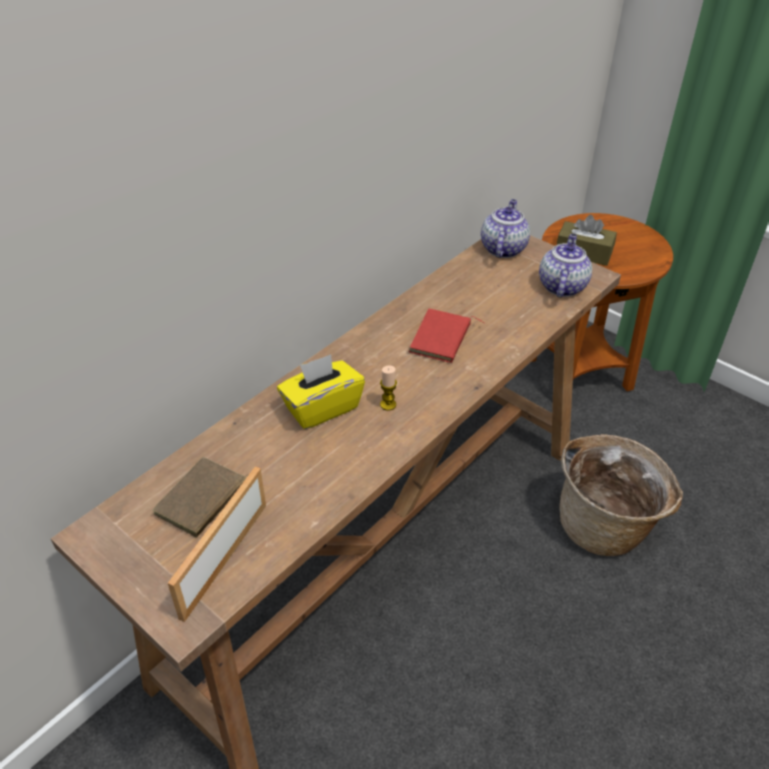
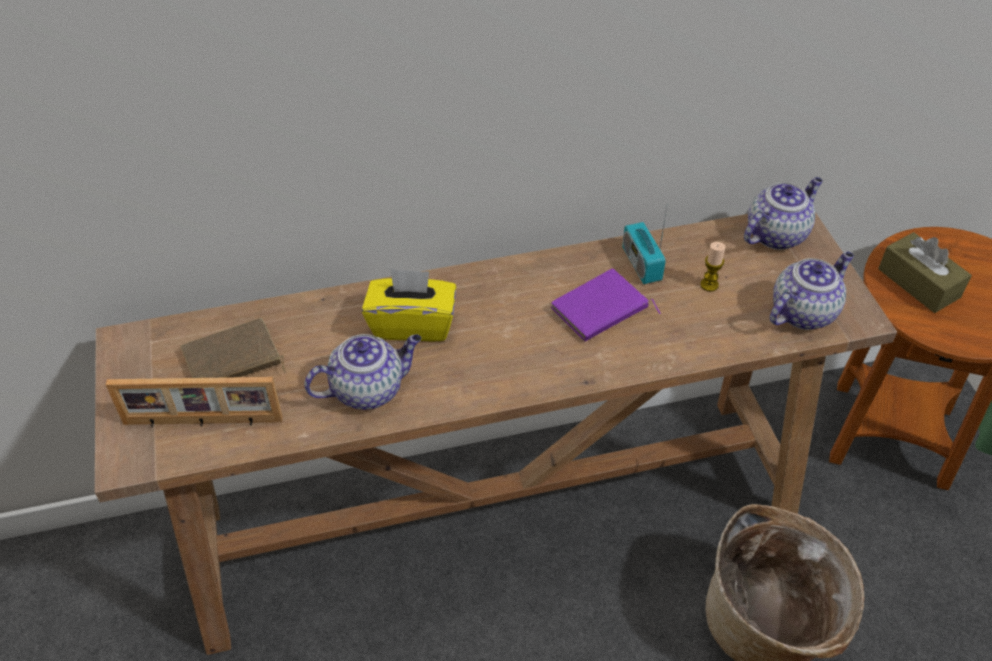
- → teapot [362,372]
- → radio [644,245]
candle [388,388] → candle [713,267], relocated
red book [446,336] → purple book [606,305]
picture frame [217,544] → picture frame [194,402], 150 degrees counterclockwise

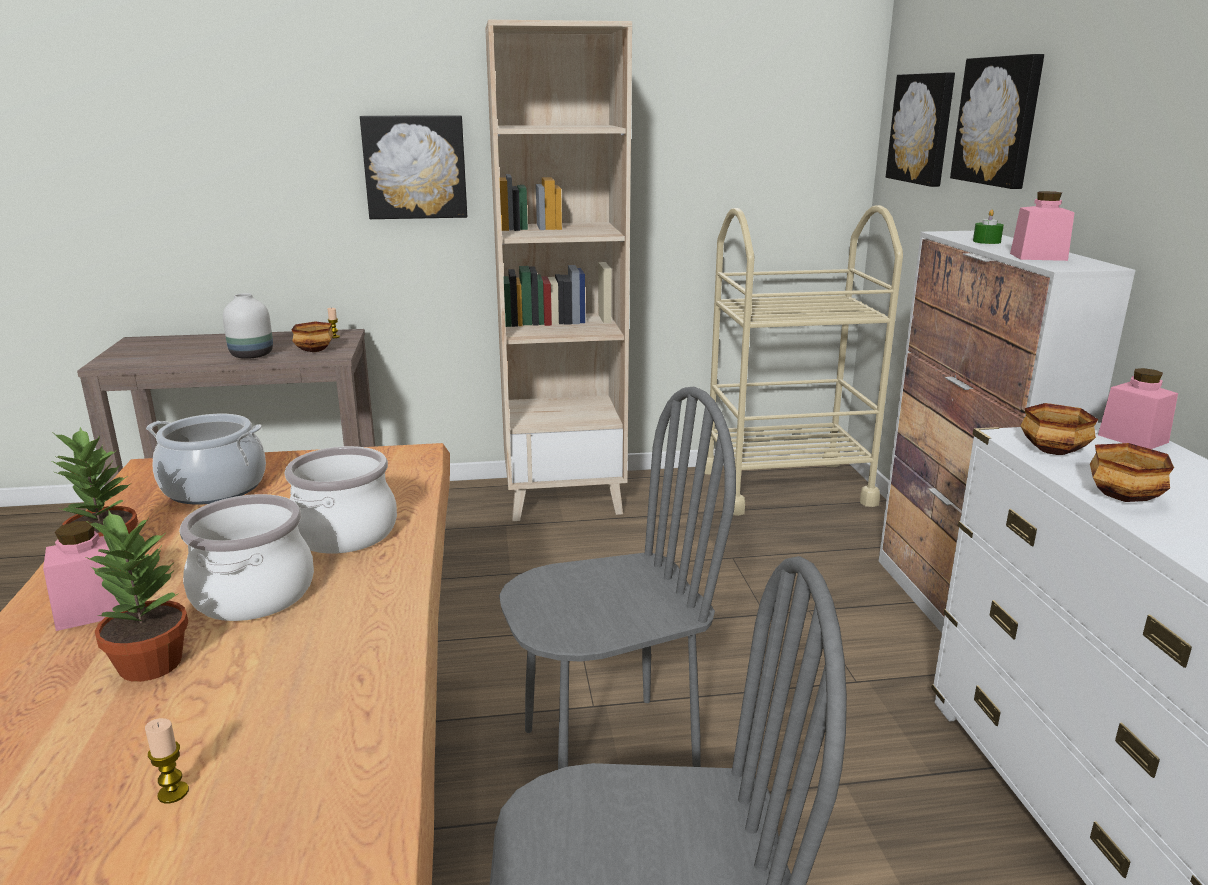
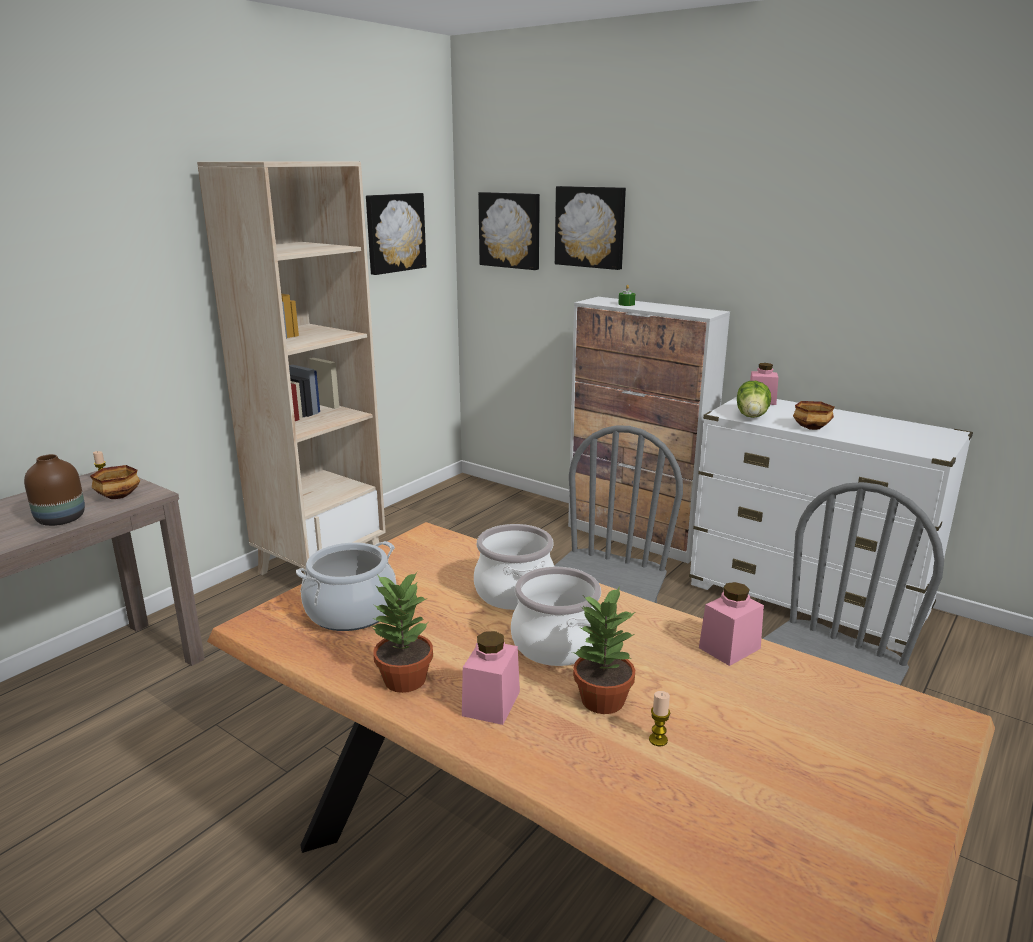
beige cart [803,360] → -
candle [167,760] → candle [659,718], relocated
picture [413,167] → picture [396,234], relocated
pink jar [1042,226] → pink jar [731,624], relocated
bowl [1059,429] → lettuce [754,399]
white vase [248,326] → brown vase [54,490]

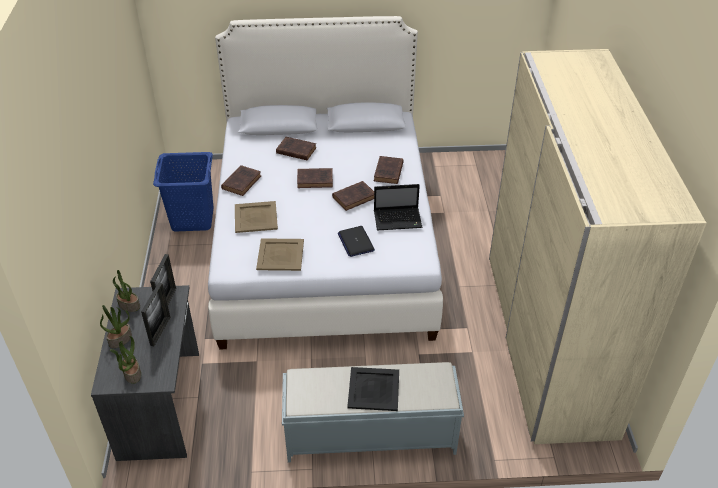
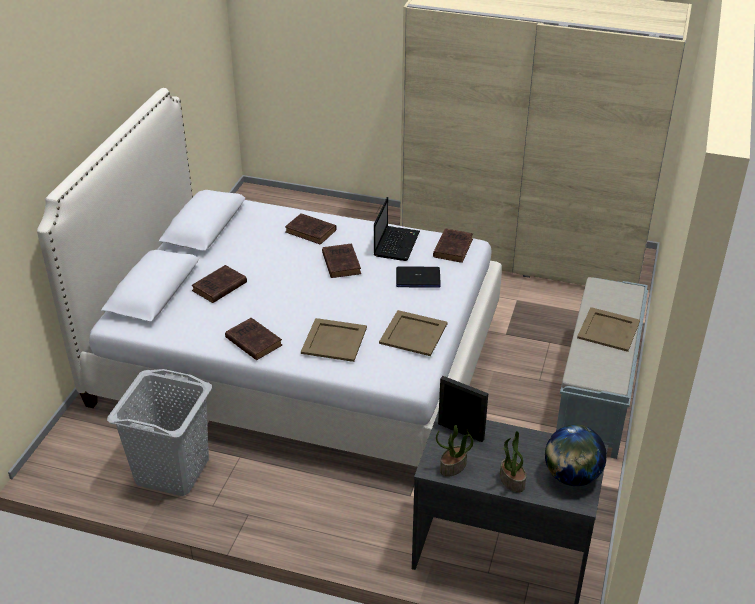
picture frame [155,314] → -
brown book [315,178] → brown book [453,246], relocated
potted plant [125,360] → globe [576,455]
blue laundry basket [183,192] → grey laundry basket [159,432]
black tray [373,389] → beige tray [608,329]

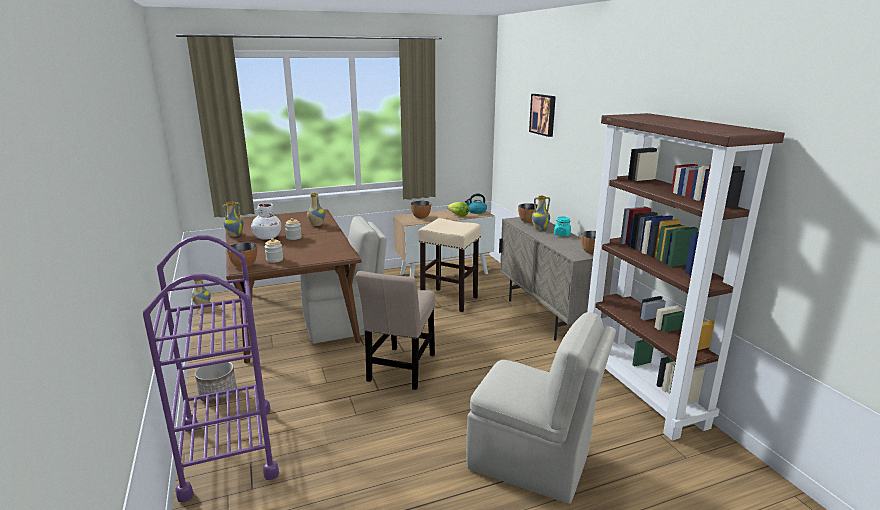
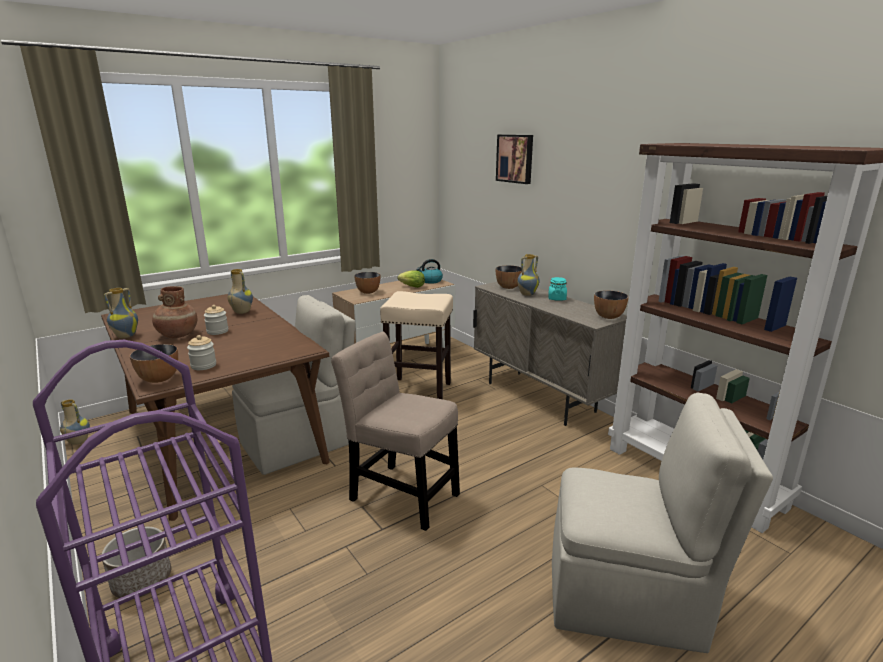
white vase [266,221] → brown vase [174,312]
beige chair [395,330] → beige chair [395,431], 120 degrees clockwise

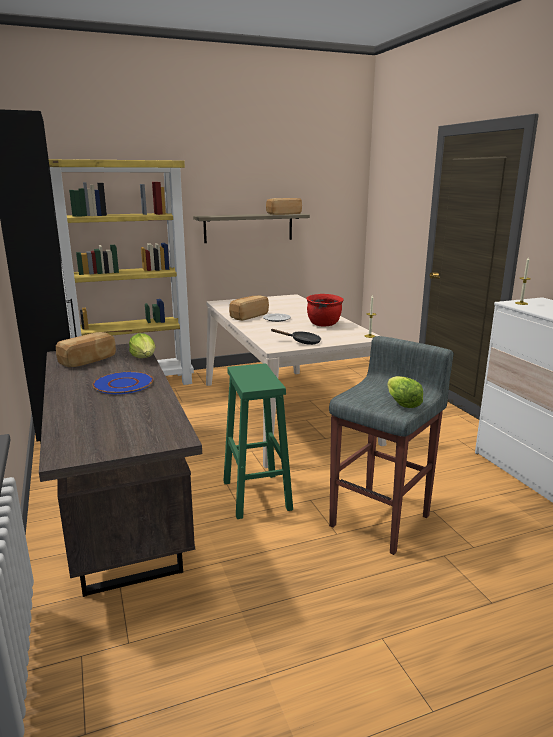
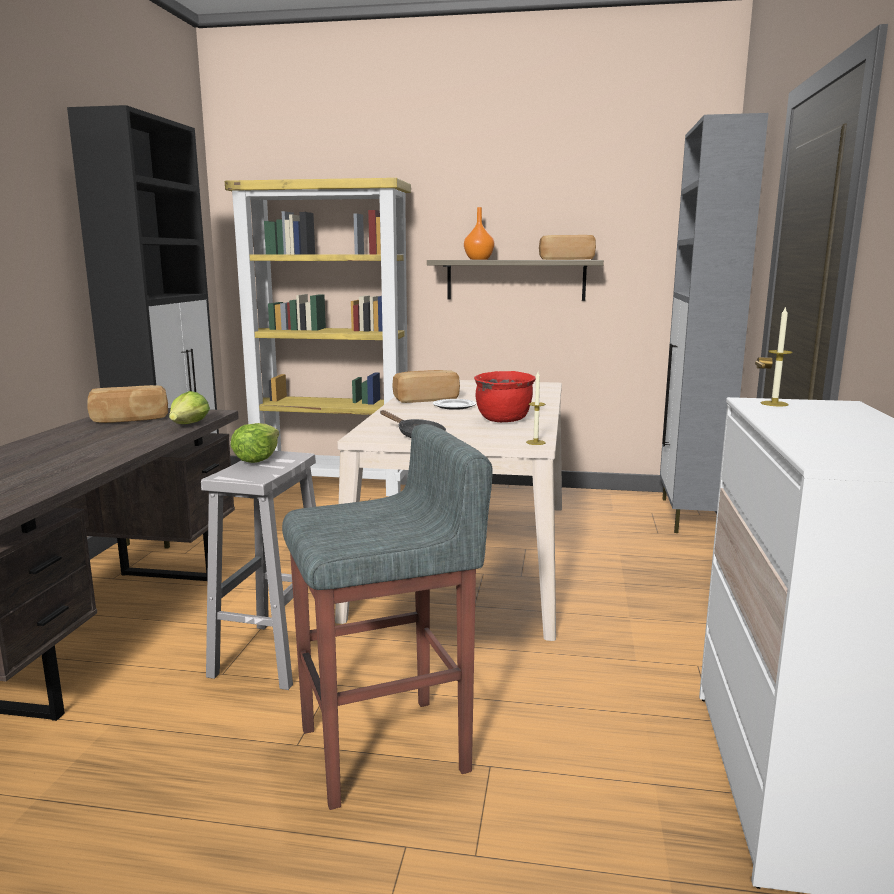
blue plate [123,383] → -
- → orange vase [479,233]
- → grey cabinet [714,323]
lettuce [405,392] → lettuce [254,443], relocated
green stool [258,441] → white stool [258,570]

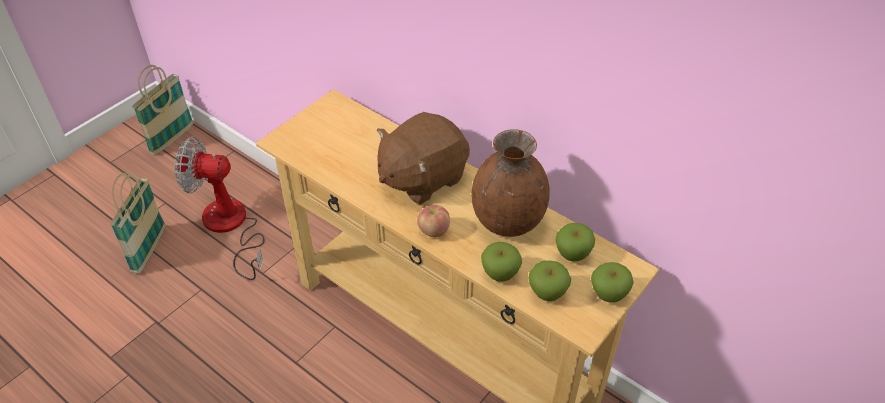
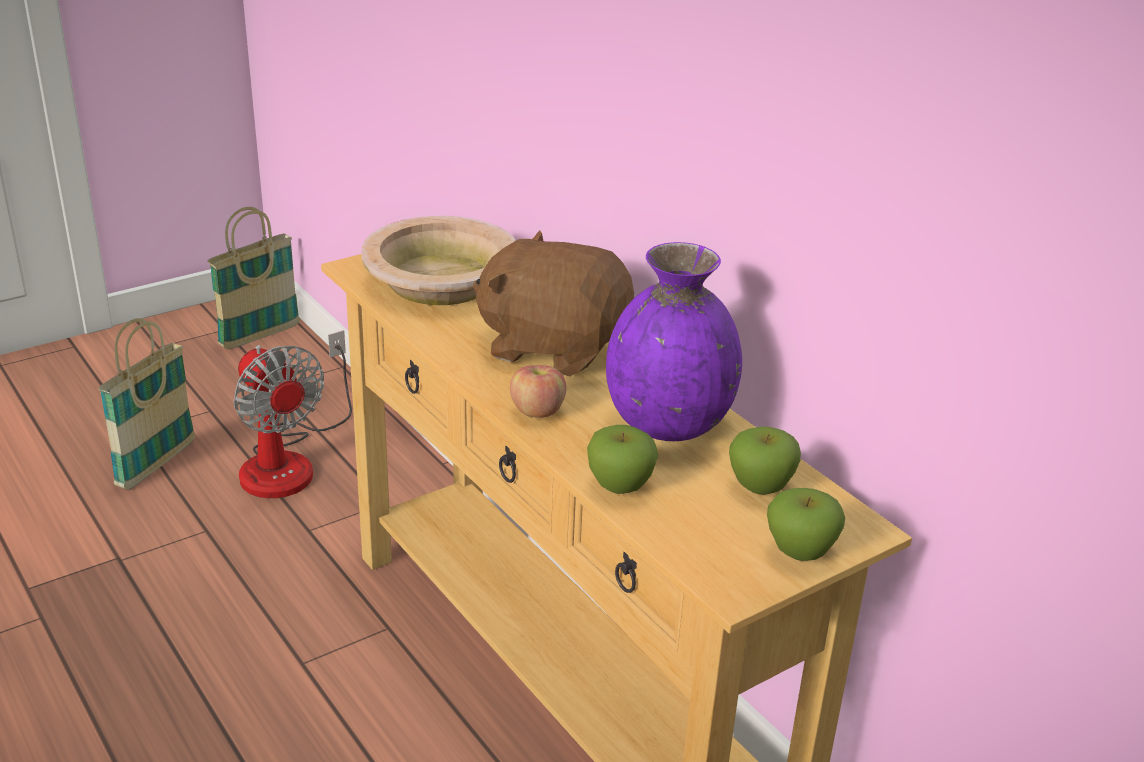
apple [549,280] → -
- → beige bowl [439,260]
brown vase [510,183] → purple vase [674,341]
fan [219,208] → fan [292,414], 150 degrees counterclockwise
brown plush toy [423,158] → brown plush toy [553,303], 45 degrees clockwise

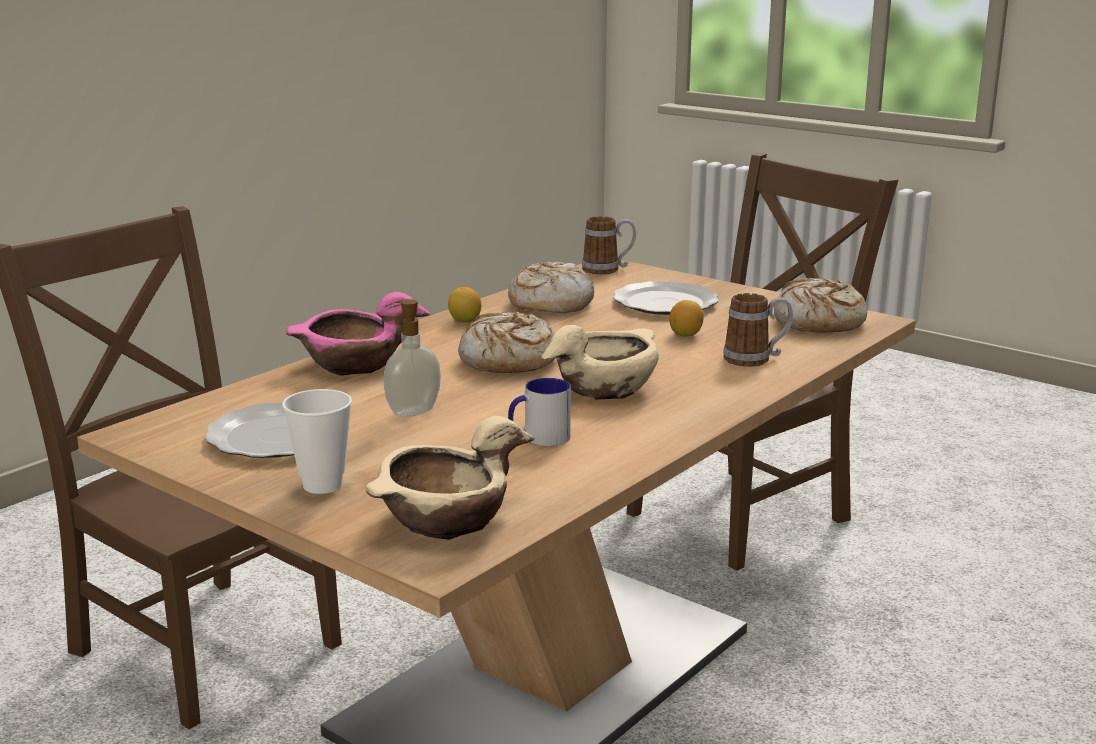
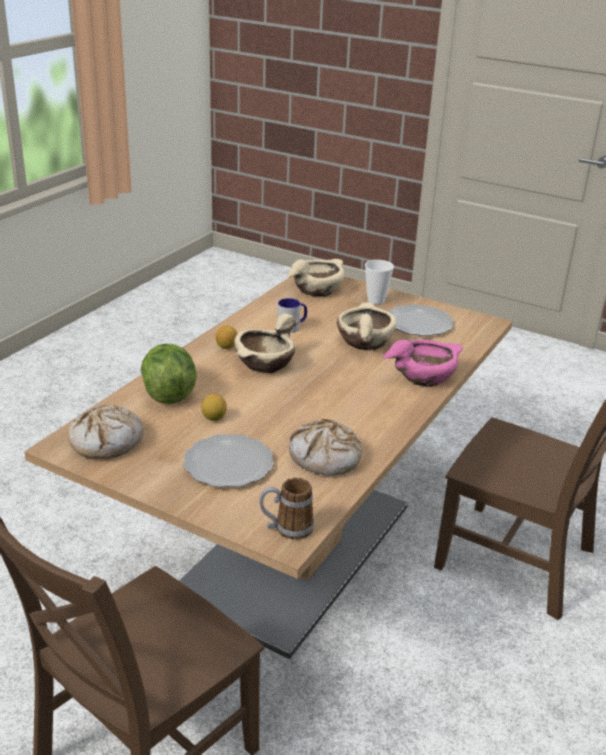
bread [506,342] → -
lemon [464,304] → lemon [226,337], relocated
soap dispenser [412,358] → beige bowl [366,326]
mug [758,330] → lettuce [169,374]

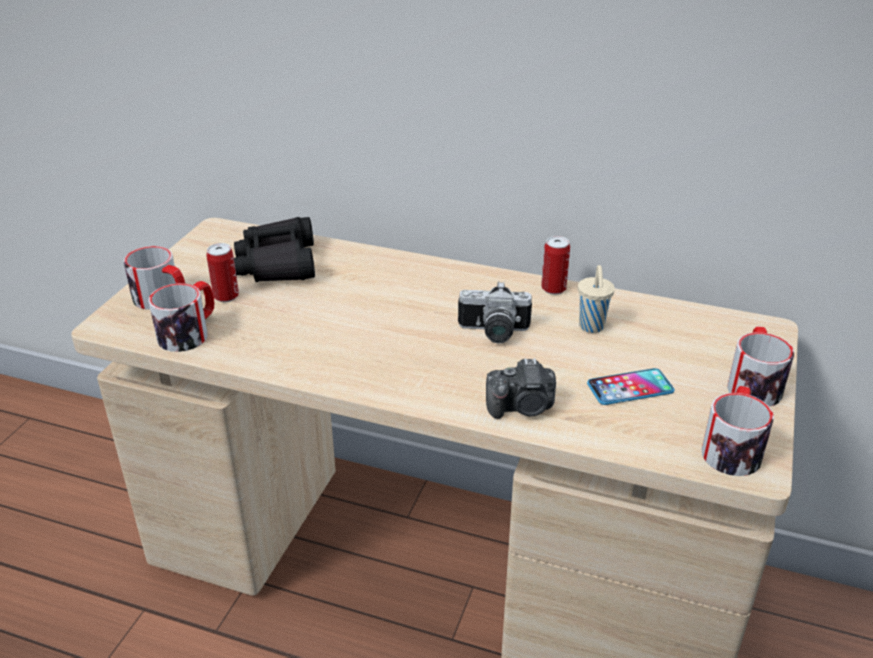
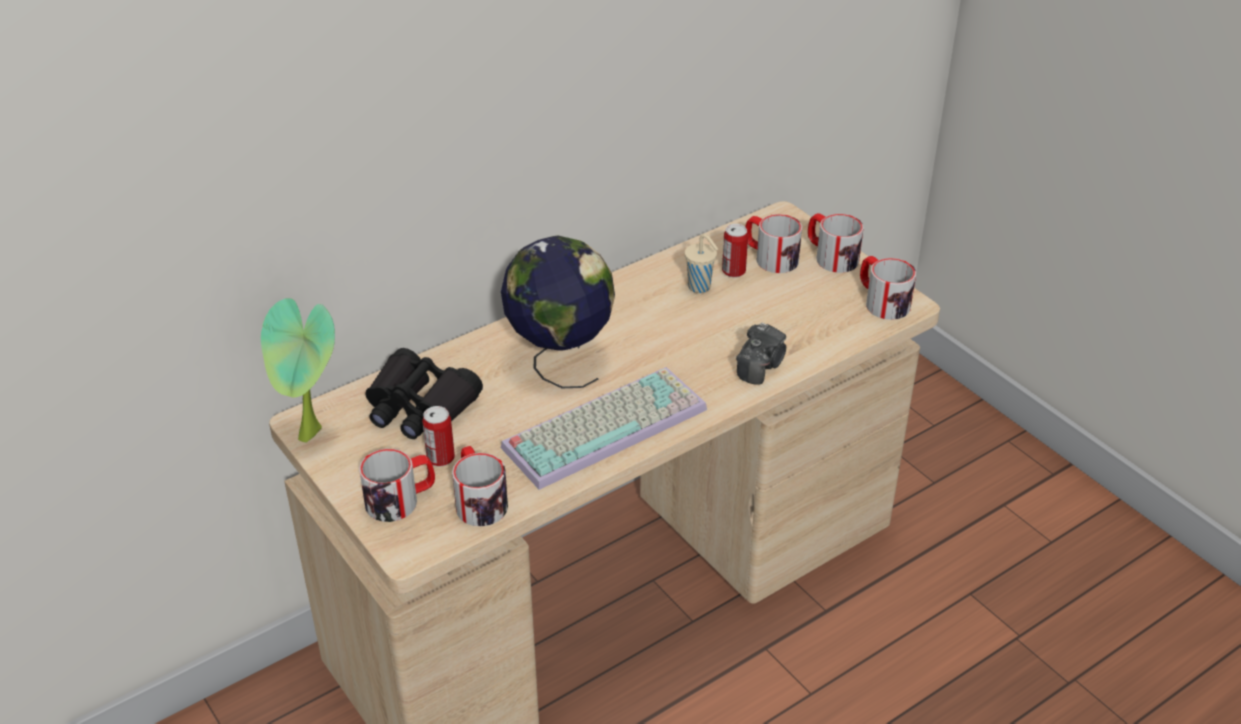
photo camera [495,312] → -
phone [630,386] → -
- → potted plant [298,370]
- → globe [558,312]
- → keyboard [604,428]
- → mug [773,243]
can [555,265] → can [735,251], relocated

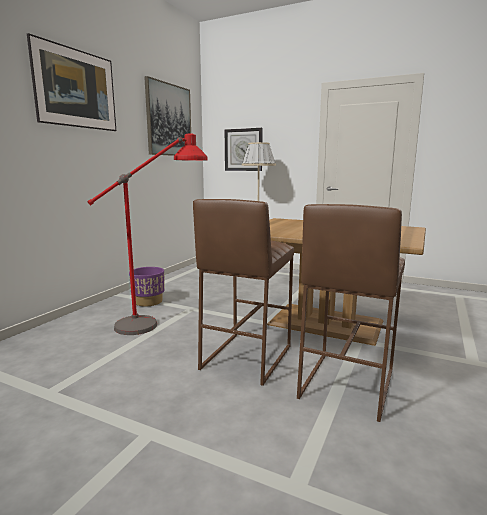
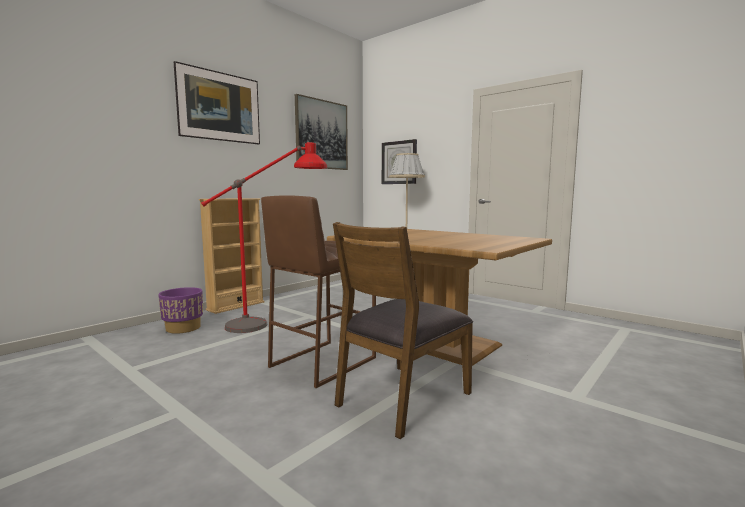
- → beige bookcase [231,256]
purple planter [147,286] → purple planter [180,310], relocated
brown stool [351,313] → brown chair [403,330]

